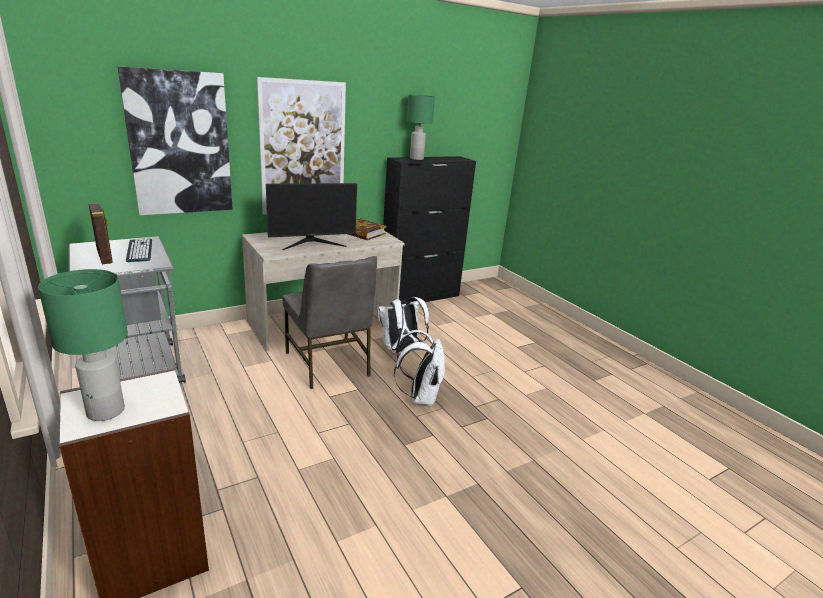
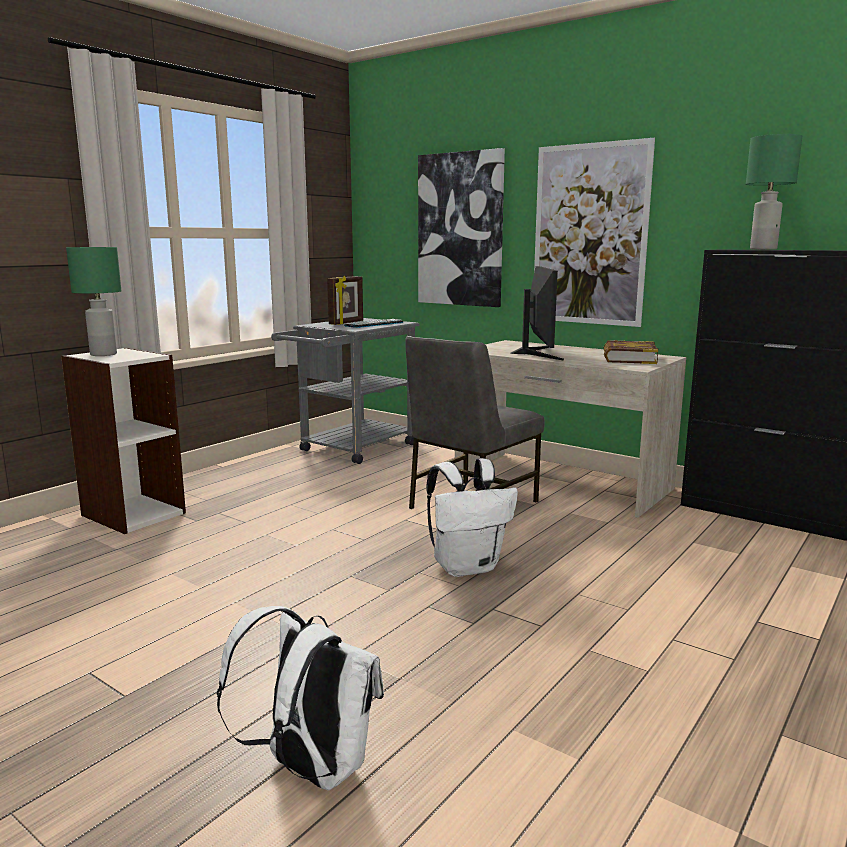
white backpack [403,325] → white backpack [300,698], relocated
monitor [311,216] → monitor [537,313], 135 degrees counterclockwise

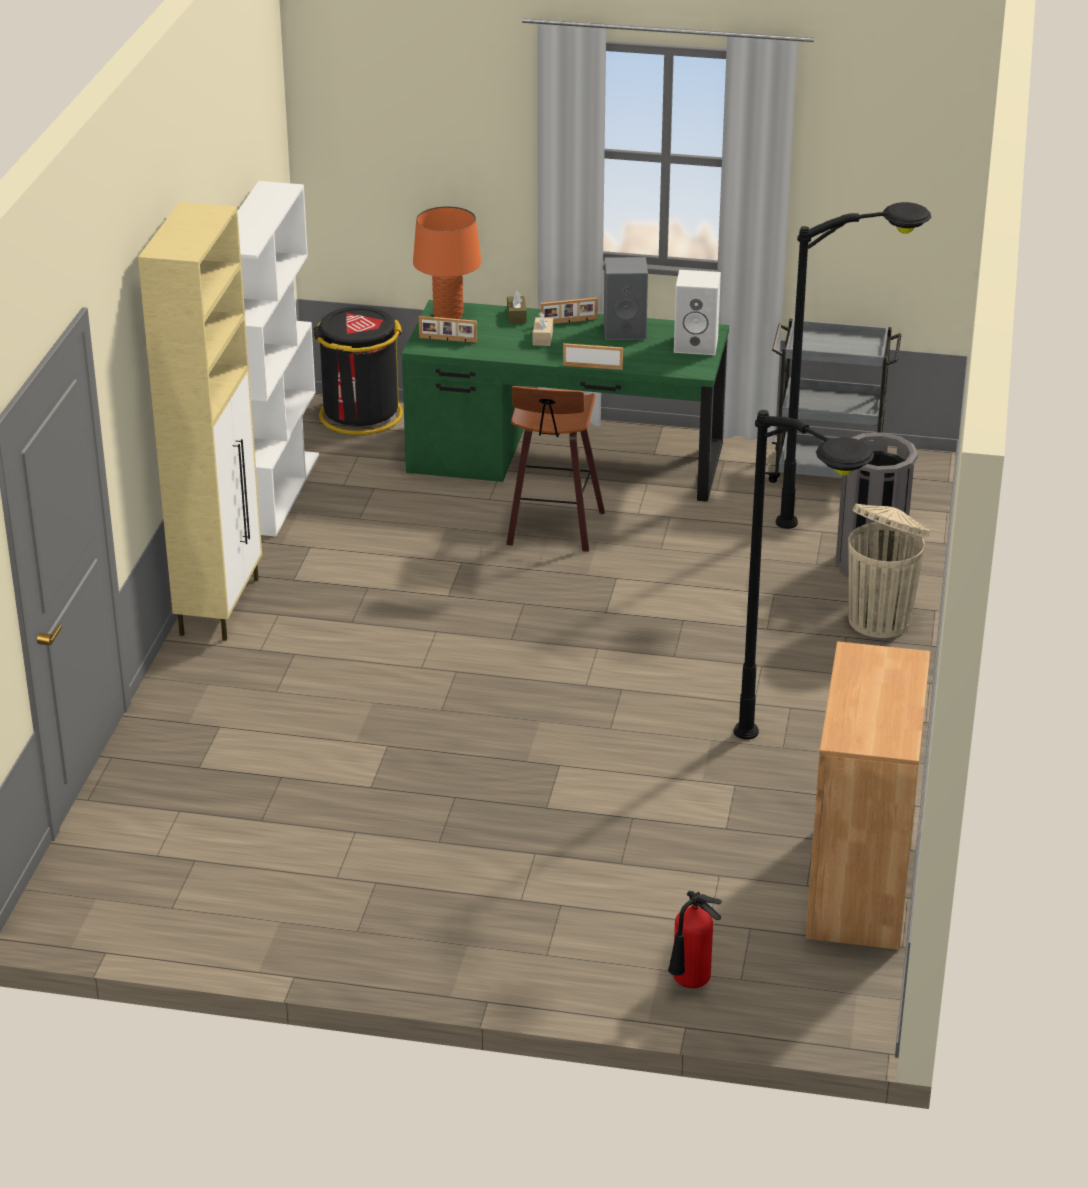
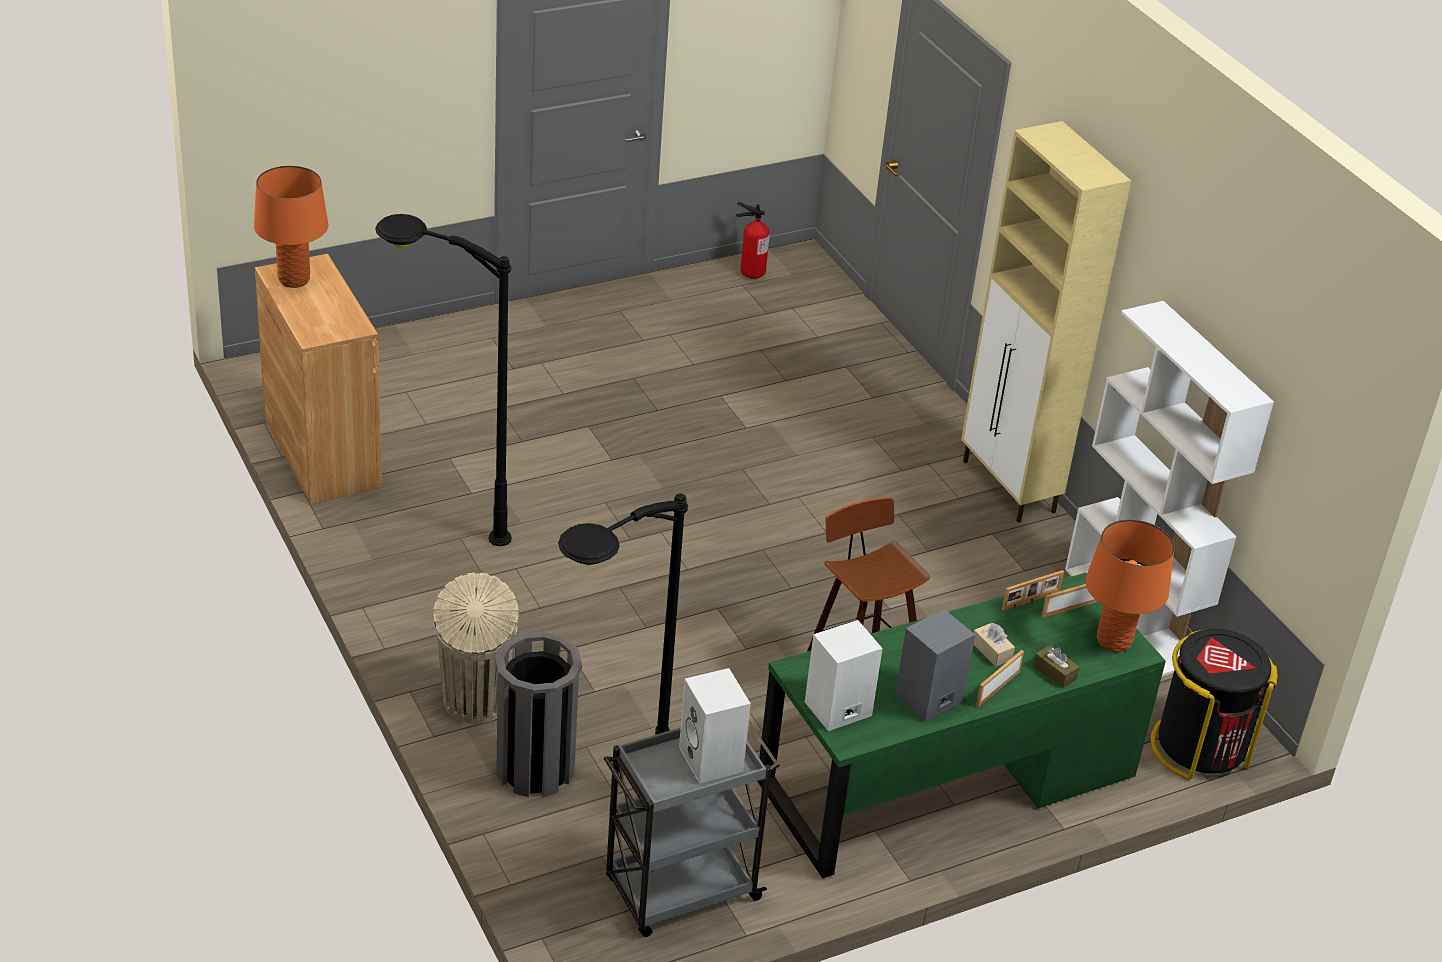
- → orange table lamp [291,227]
- → white speaker [715,726]
picture frame [593,356] → picture frame [1033,590], relocated
fire extinguisher [695,939] → fire extinguisher [753,240], relocated

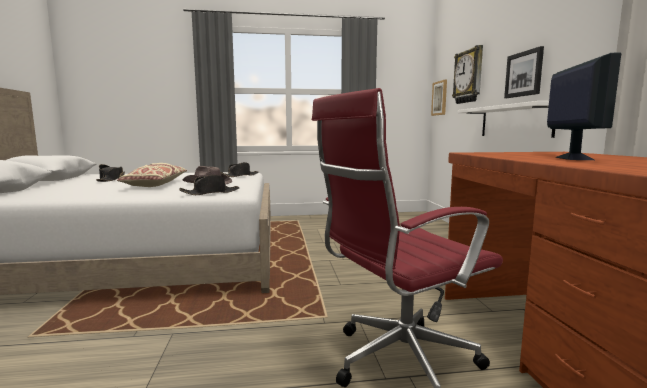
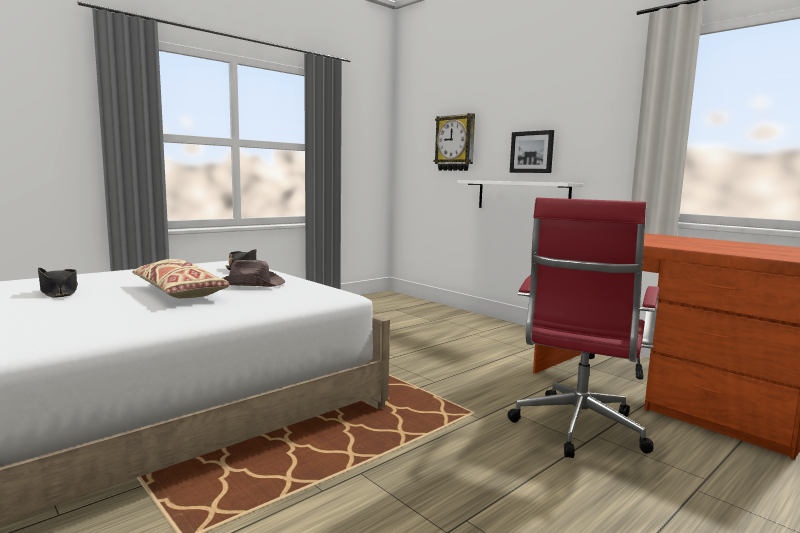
black hat [209,185] → -
picture [439,98] → -
monitor [584,106] → -

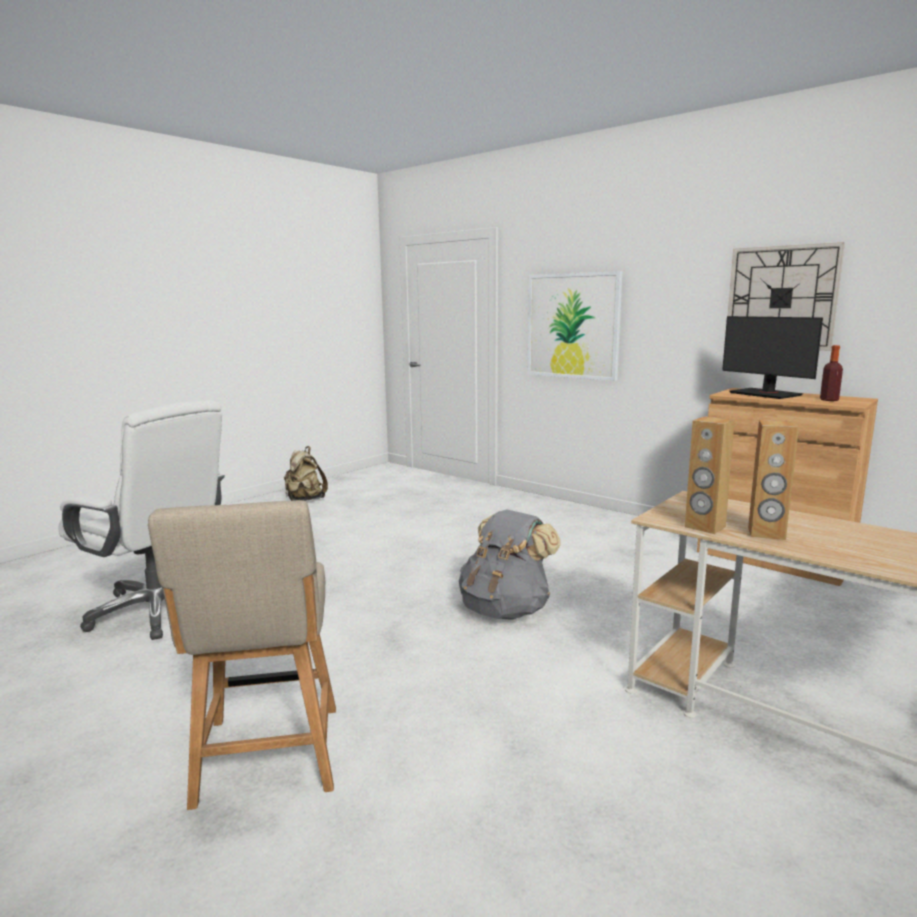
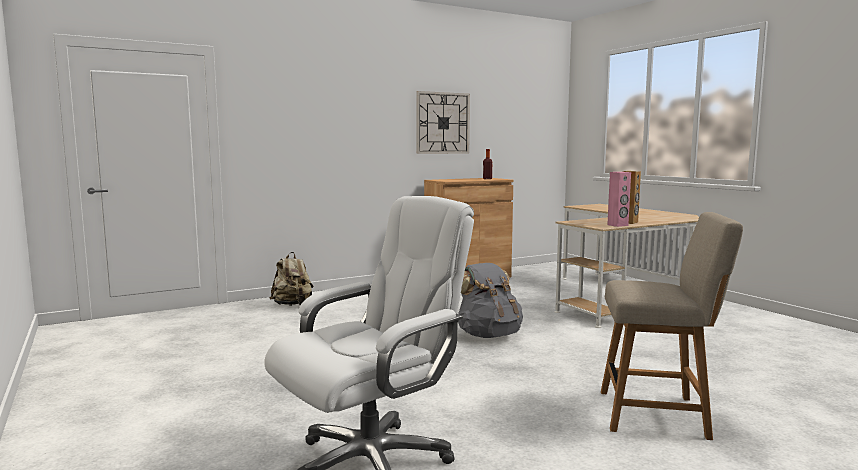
picture [575,326] → -
monitor [772,357] → -
beige backpack [306,473] → beige backpack [291,279], relocated
brown speaker [709,475] → pink speaker [619,199]

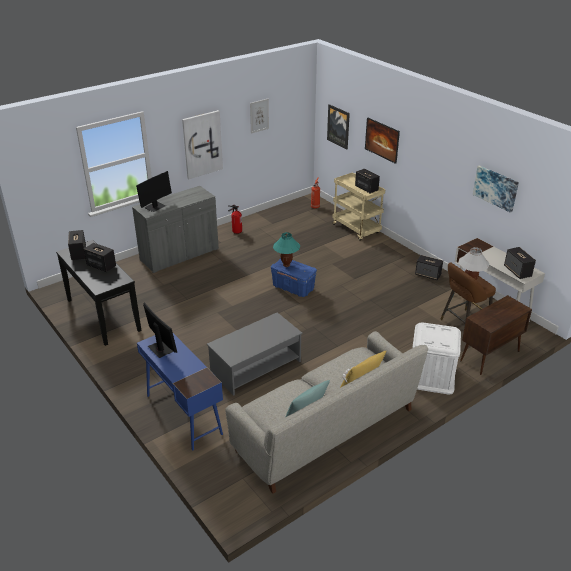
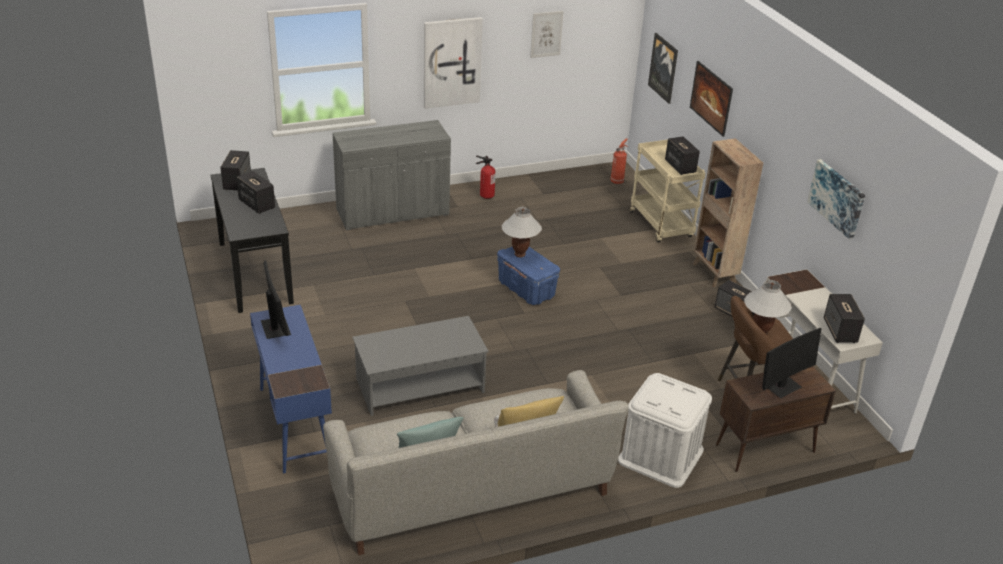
- → brown bookcase [727,212]
monitor [154,191] → monitor [792,363], relocated
turquoise table lamp [286,249] → white table lamp [522,232]

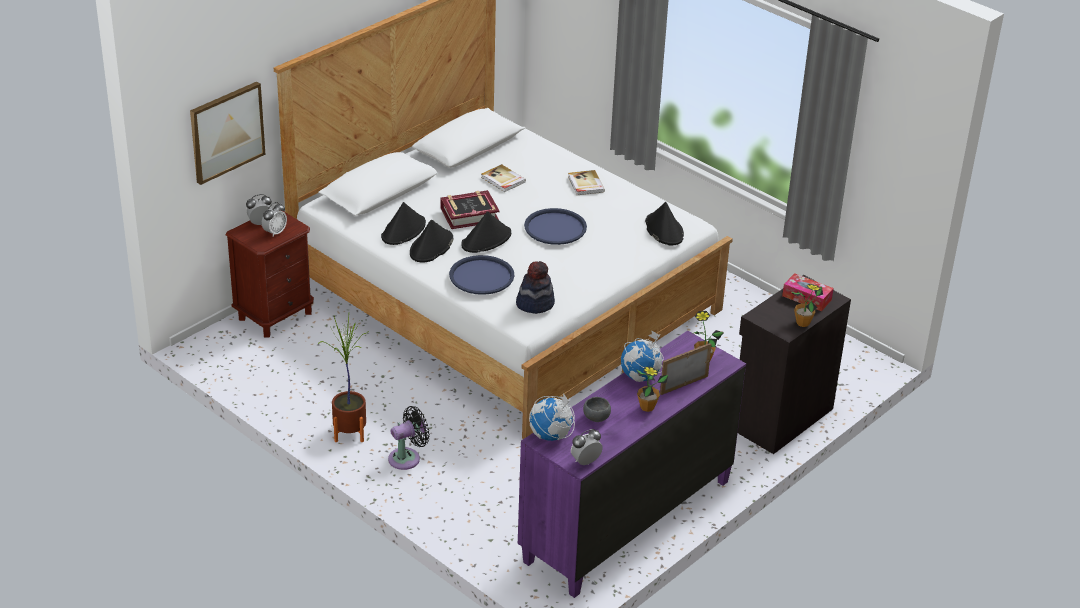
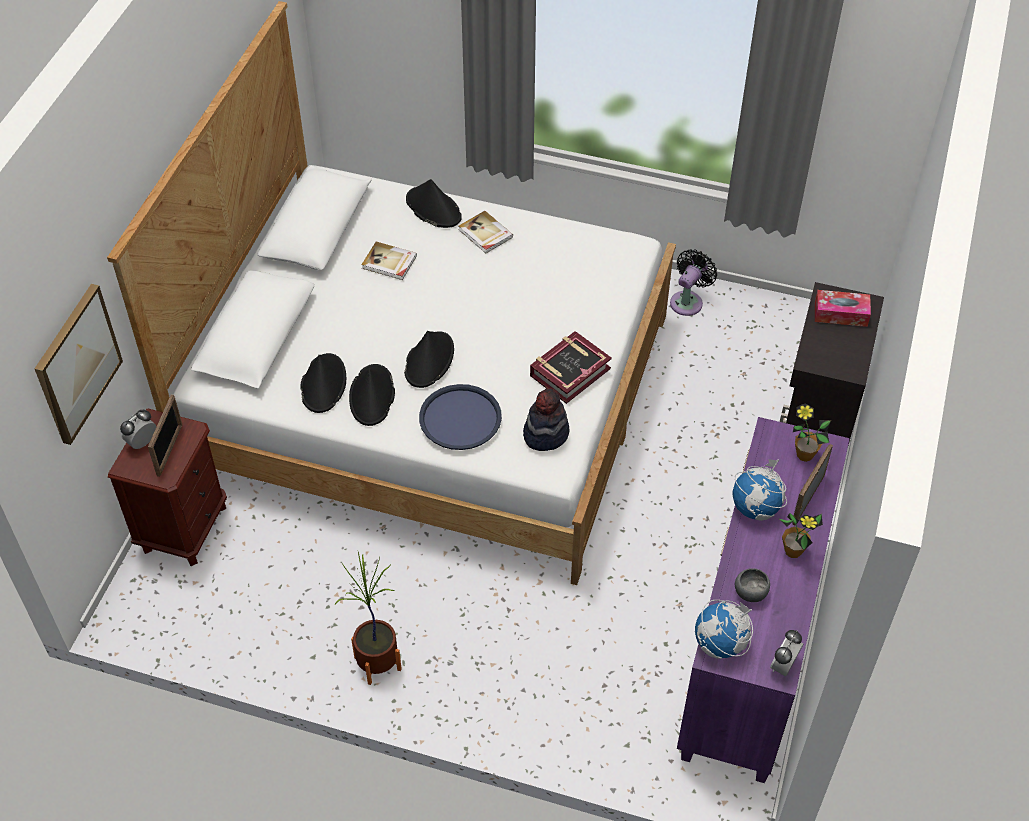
blue tray [555,226] → -
potted plant [807,305] → -
black fan [409,438] → black fan [693,282], relocated
book [470,209] → book [571,367], relocated
black hat [664,223] → black hat [434,203], relocated
alarm clock [274,219] → picture frame [165,435]

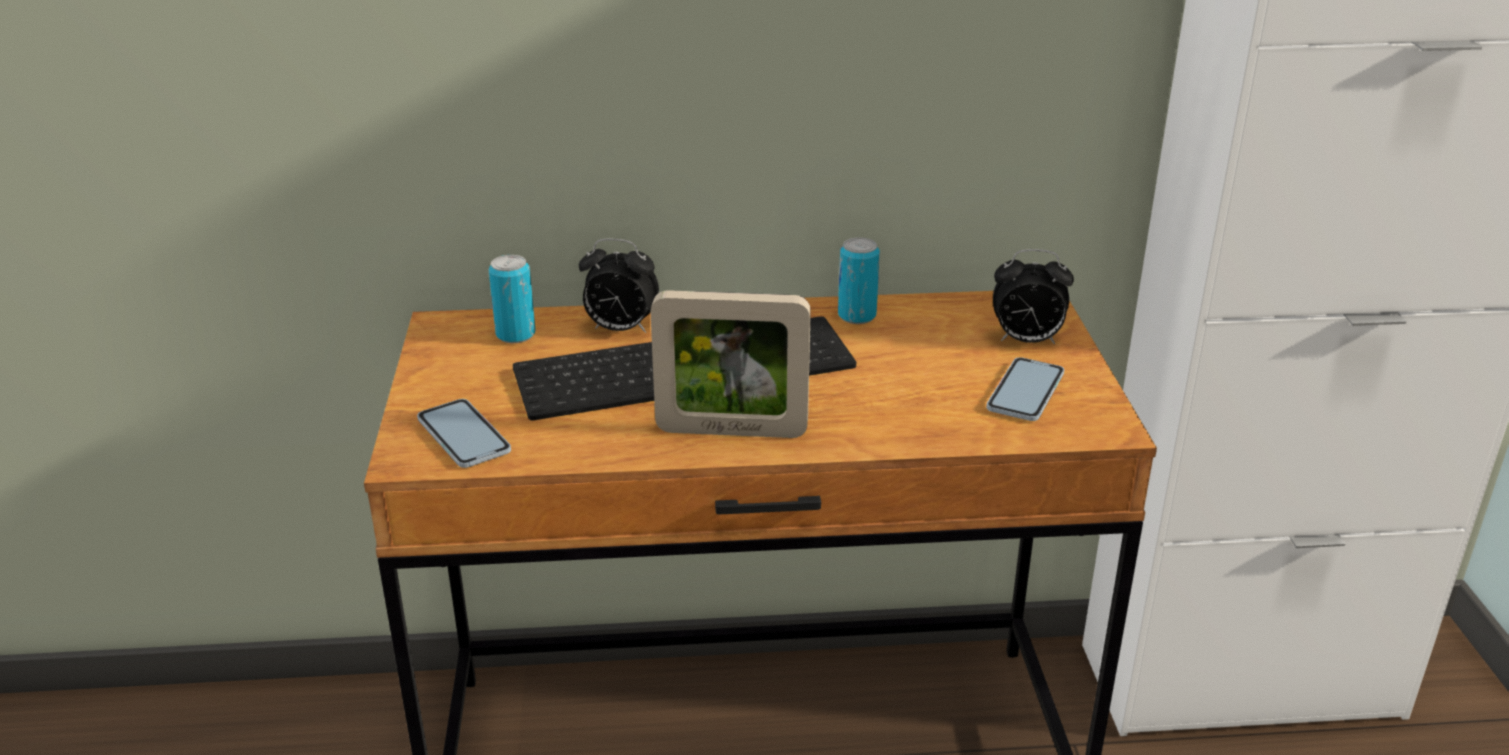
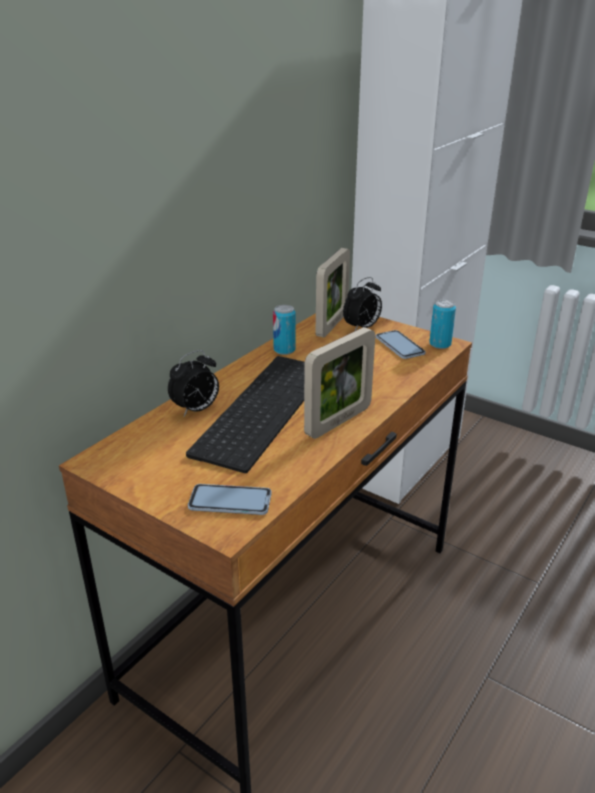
- → picture frame [333,293]
can [512,299] → can [442,324], relocated

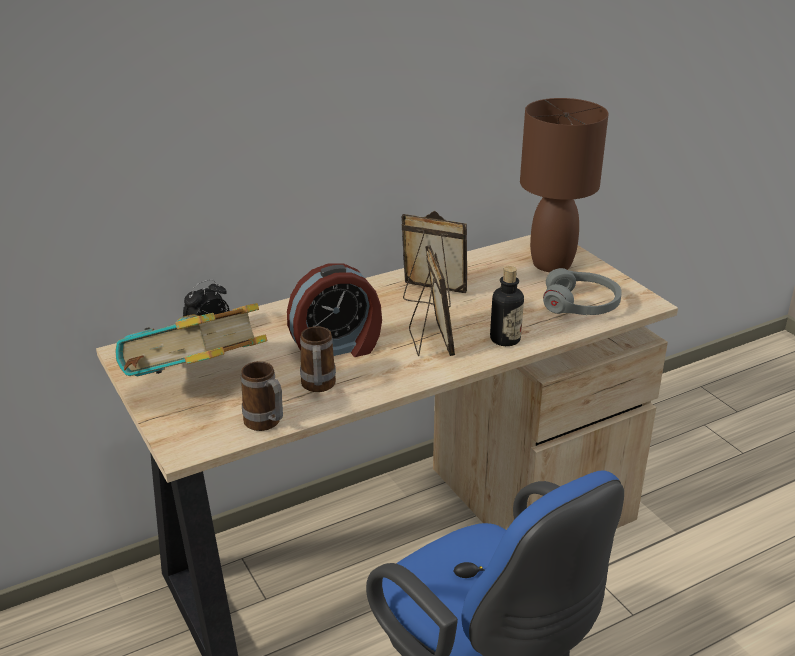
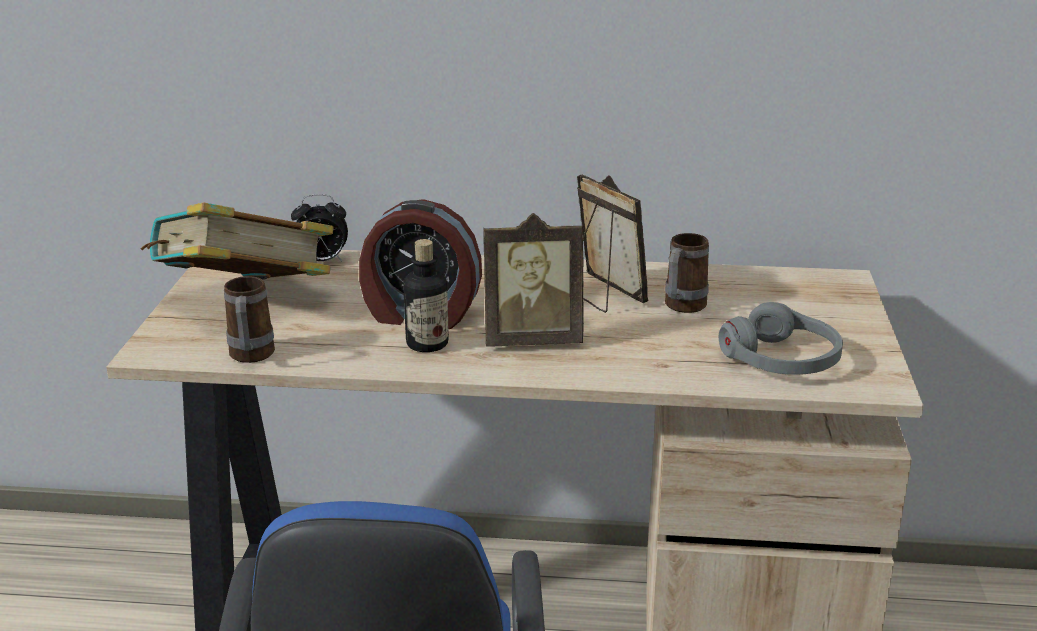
brown table lamp [564,185] → -
mug [318,359] → mug [687,273], relocated
bottle [507,306] → bottle [426,295], relocated
picture frame [432,300] → picture frame [533,280], 60 degrees clockwise

